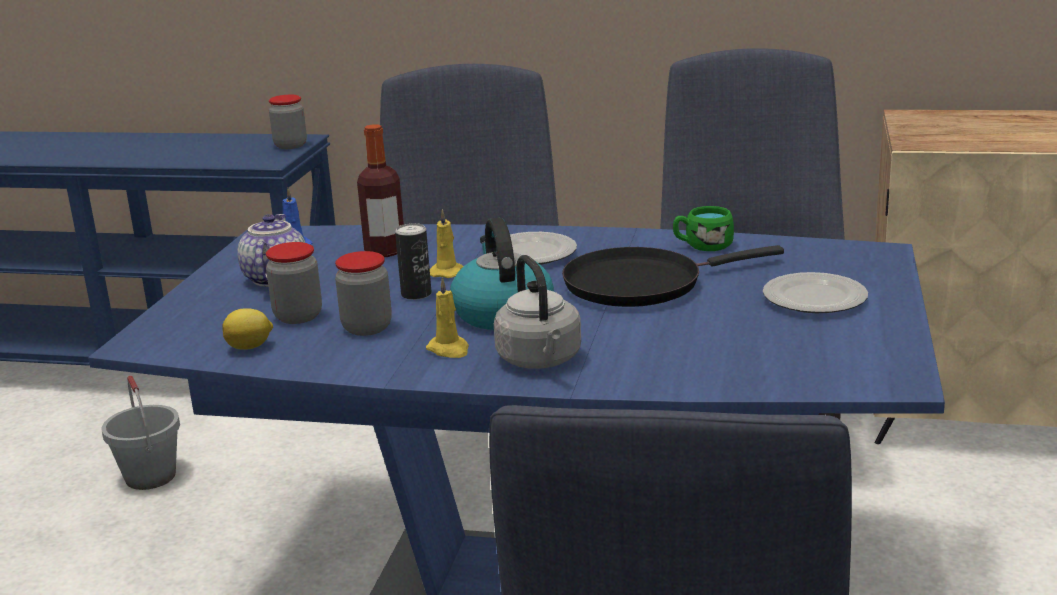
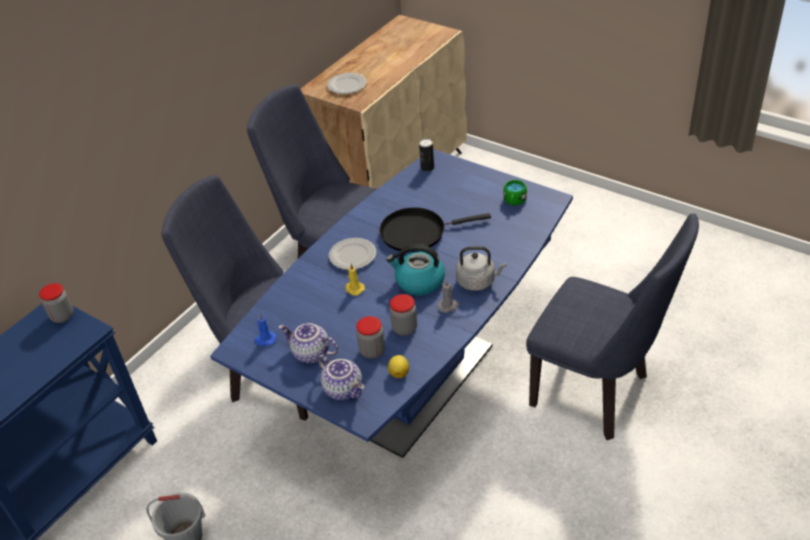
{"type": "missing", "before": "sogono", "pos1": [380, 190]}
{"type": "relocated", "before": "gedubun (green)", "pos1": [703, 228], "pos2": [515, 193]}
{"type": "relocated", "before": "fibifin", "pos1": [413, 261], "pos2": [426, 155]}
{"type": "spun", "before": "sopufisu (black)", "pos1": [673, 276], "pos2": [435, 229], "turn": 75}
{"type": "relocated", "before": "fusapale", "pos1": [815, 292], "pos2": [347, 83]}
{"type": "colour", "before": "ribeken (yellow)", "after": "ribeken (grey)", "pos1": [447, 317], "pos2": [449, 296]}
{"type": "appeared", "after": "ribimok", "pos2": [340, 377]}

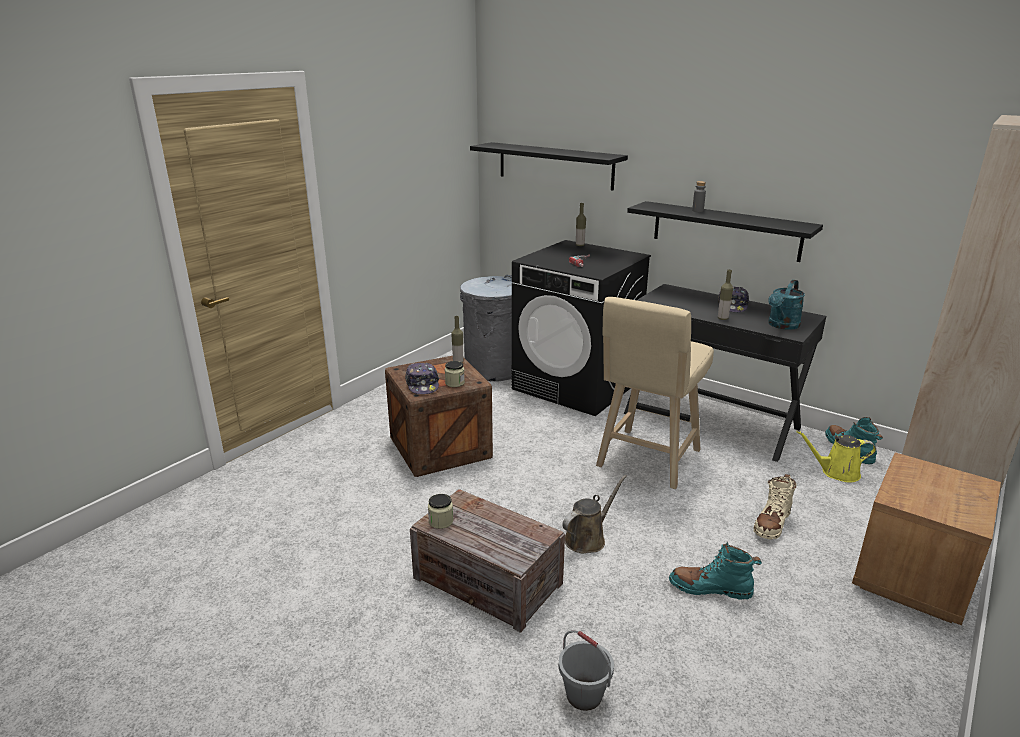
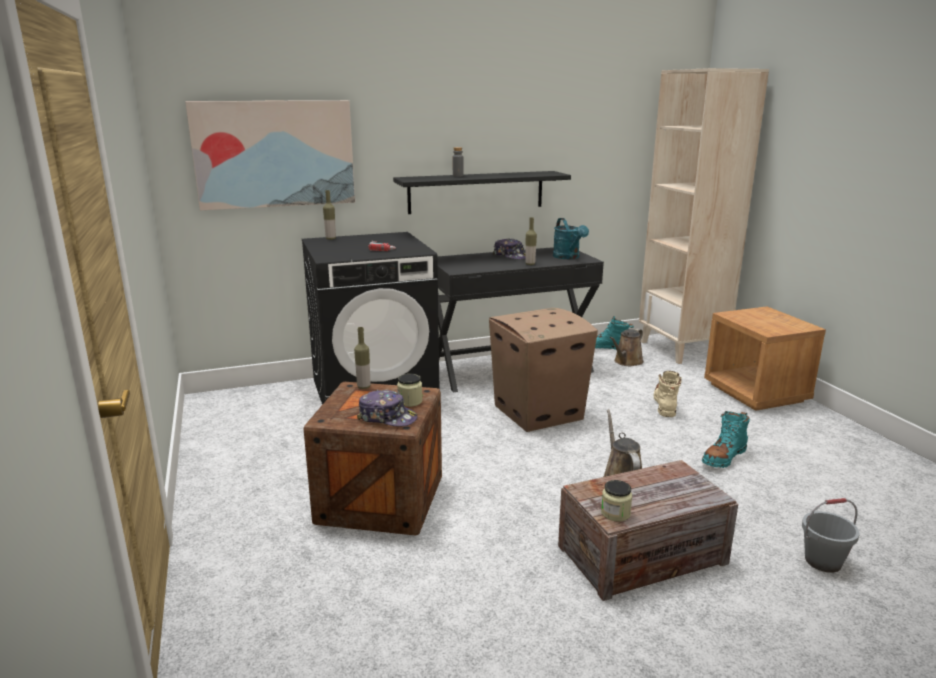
{"type": "exchanged", "before": "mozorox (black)", "after": "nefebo", "pos1": [549, 166], "pos2": [270, 155]}
{"type": "missing", "before": "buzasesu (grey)", "pos1": [486, 328]}
{"type": "exchanged", "before": "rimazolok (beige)", "after": "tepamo", "pos1": [655, 393], "pos2": [543, 370]}
{"type": "colour", "before": "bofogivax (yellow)", "after": "bofogivax (brown)", "pos1": [836, 456], "pos2": [627, 347]}
{"type": "spun", "before": "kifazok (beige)", "pos1": [775, 507], "pos2": [667, 394], "turn": -150}

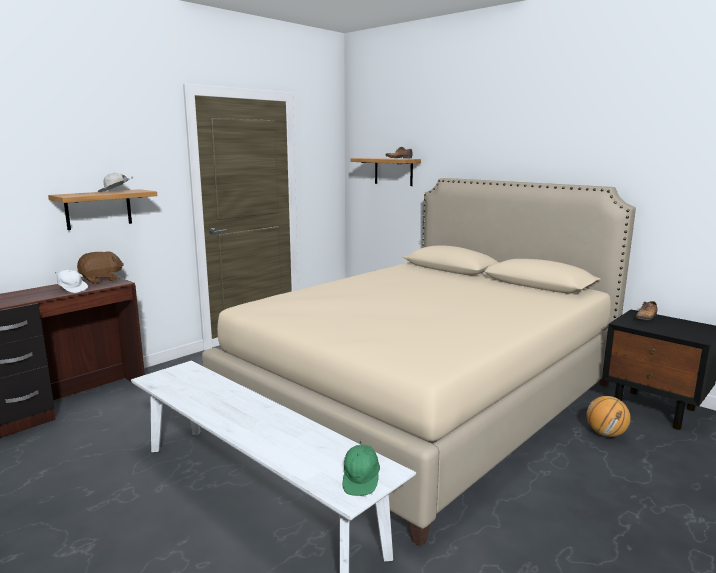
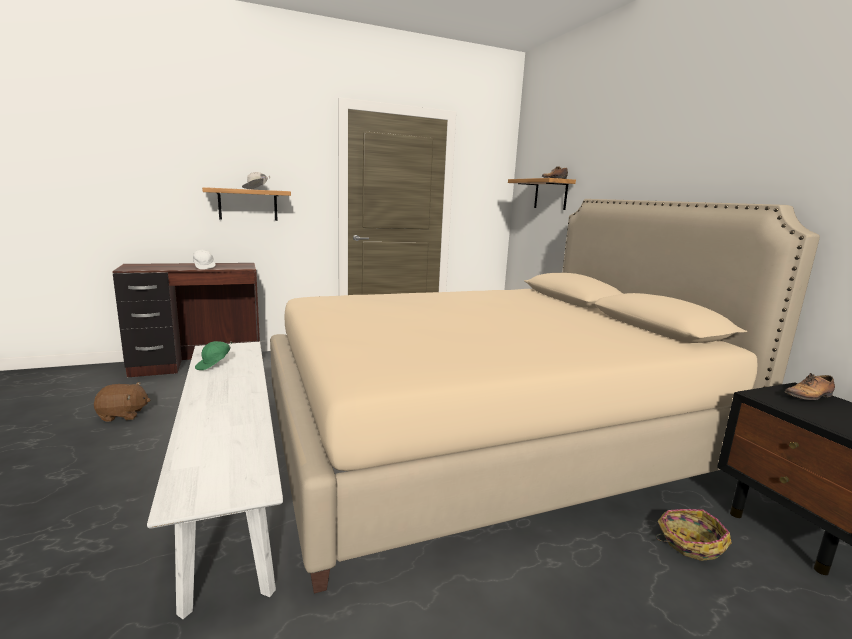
{"type": "relocated", "before": "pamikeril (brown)", "pos1": [100, 267], "pos2": [122, 402]}
{"type": "exchanged", "before": "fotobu", "after": "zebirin", "pos1": [609, 416], "pos2": [694, 535]}
{"type": "relocated", "before": "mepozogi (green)", "pos1": [361, 468], "pos2": [213, 355]}

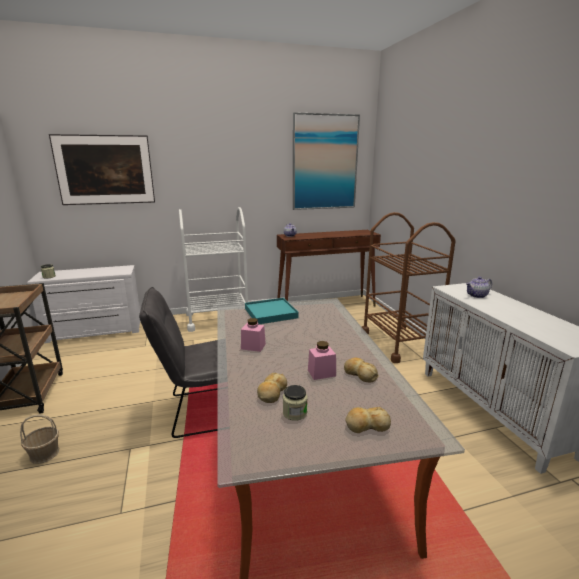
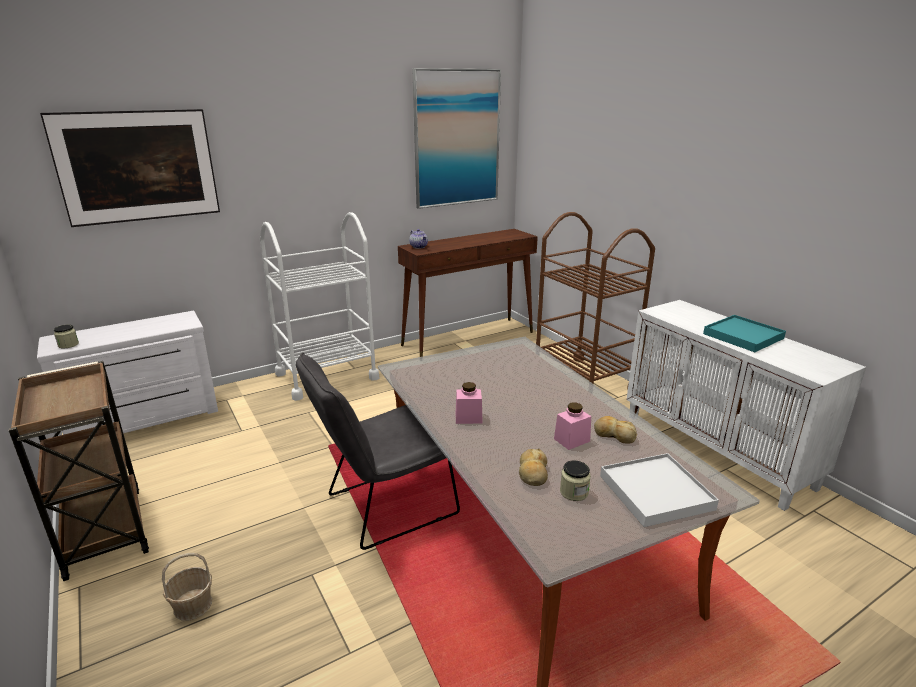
{"type": "missing", "before": "ribimok", "pos1": [479, 287]}
{"type": "relocated", "before": "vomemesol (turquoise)", "pos1": [272, 311], "pos2": [744, 333]}
{"type": "exchanged", "before": "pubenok", "after": "vomemesol (white)", "pos1": [368, 420], "pos2": [659, 490]}

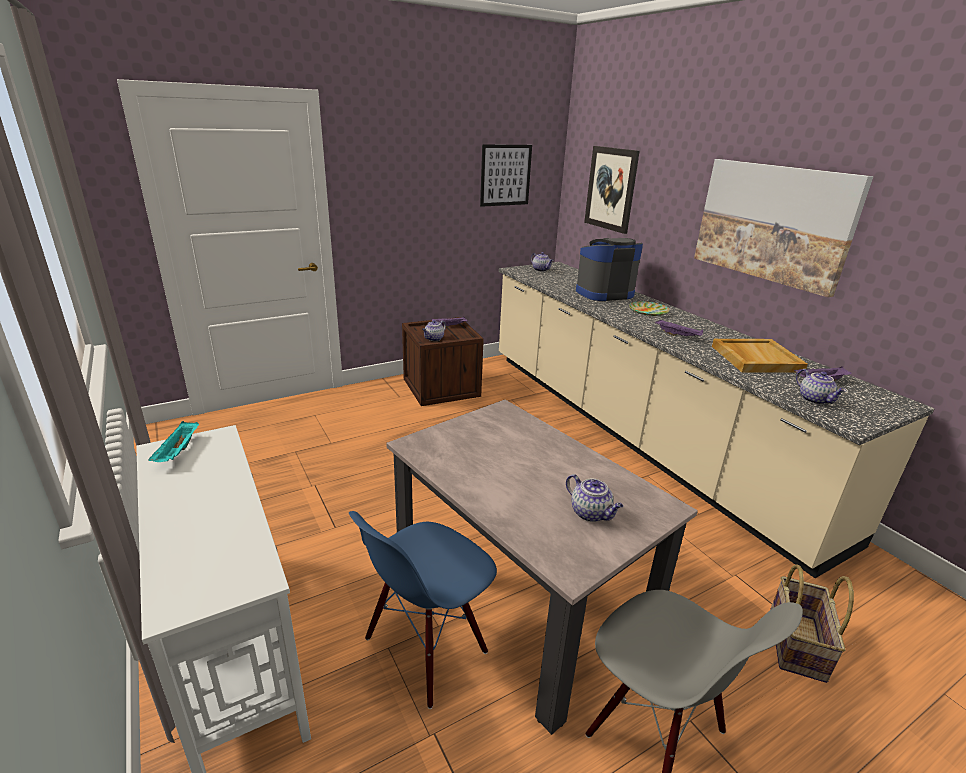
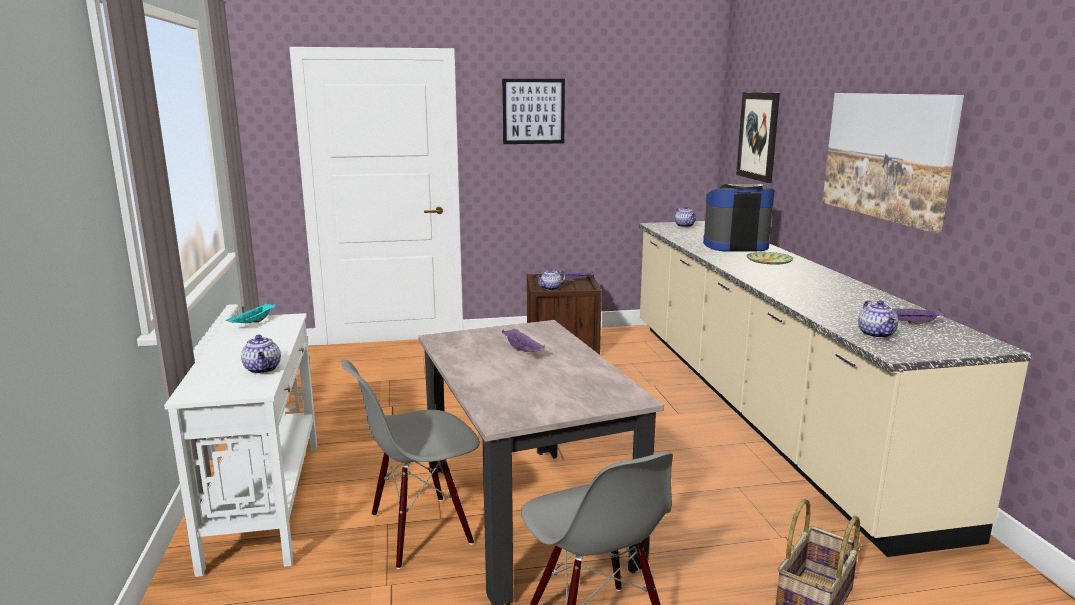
{"type": "relocated", "before": "nefebo", "pos1": [506, 175], "pos2": [533, 111]}
{"type": "relocated", "before": "vomemesol (purple)", "pos1": [679, 328], "pos2": [523, 340]}
{"type": "missing", "before": "vomemesol (beige)", "pos1": [760, 355]}
{"type": "relocated", "before": "ribimok", "pos1": [594, 498], "pos2": [261, 354]}
{"type": "colour", "before": "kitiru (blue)", "after": "kitiru (grey)", "pos1": [423, 610], "pos2": [410, 464]}

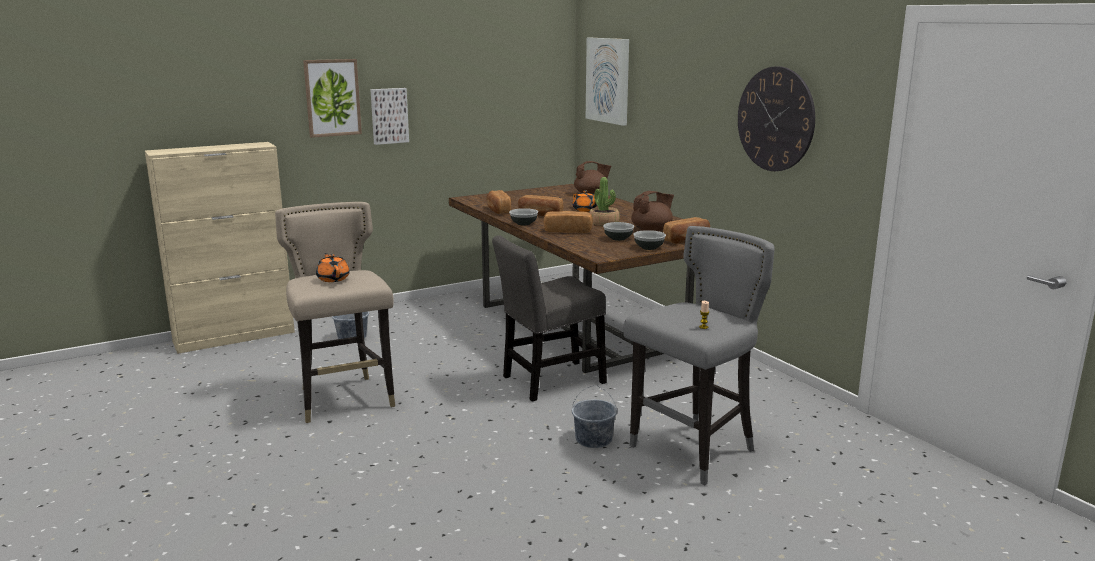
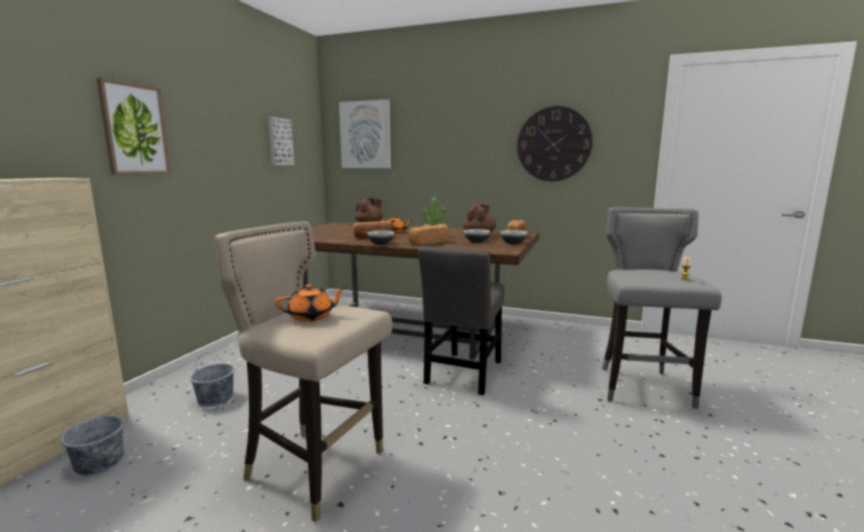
{"type": "relocated", "before": "nefebo", "pos1": [389, 116], "pos2": [281, 141]}
{"type": "missing", "before": "pubenok", "pos1": [499, 202]}
{"type": "spun", "before": "ribimok (orange)", "pos1": [333, 267], "pos2": [311, 303], "turn": 135}
{"type": "relocated", "before": "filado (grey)", "pos1": [594, 416], "pos2": [92, 438]}

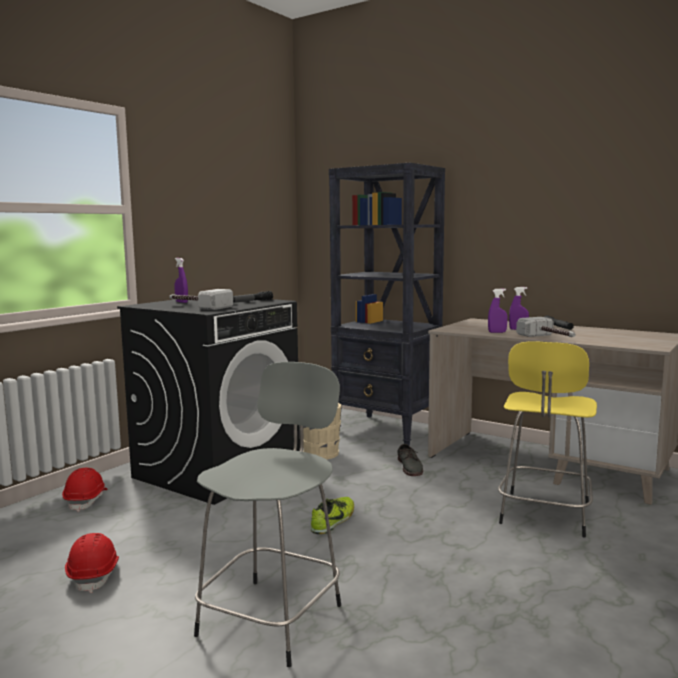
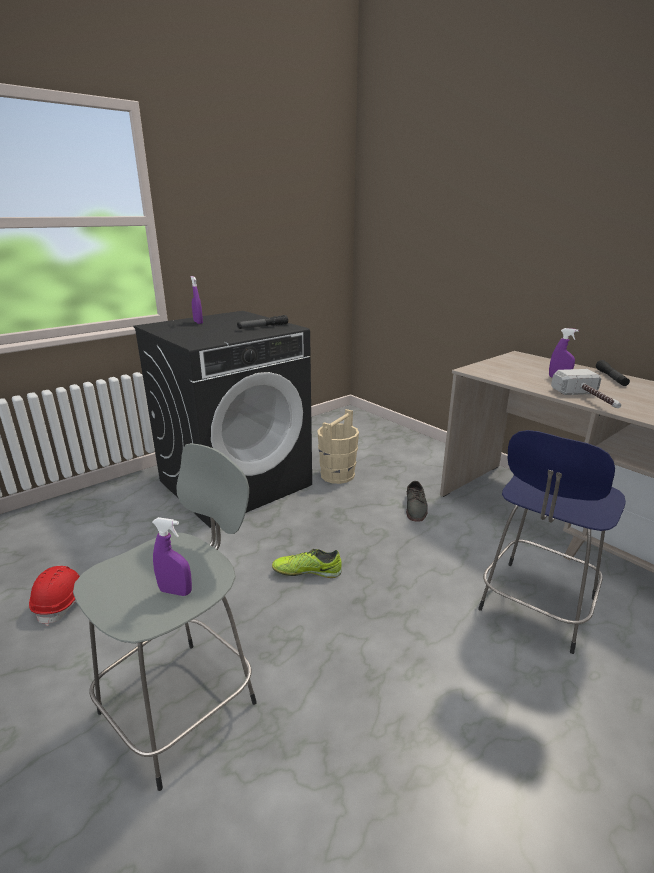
{"type": "missing", "before": "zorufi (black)", "pos1": [387, 304]}
{"type": "missing", "before": "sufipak", "pos1": [201, 299]}
{"type": "relocated", "before": "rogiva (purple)", "pos1": [498, 311], "pos2": [172, 556]}
{"type": "colour", "before": "rimazolok (yellow)", "after": "rimazolok (blue)", "pos1": [547, 439], "pos2": [552, 542]}
{"type": "missing", "before": "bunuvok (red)", "pos1": [84, 490]}
{"type": "spun", "before": "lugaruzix", "pos1": [332, 515], "pos2": [307, 563], "turn": -135}

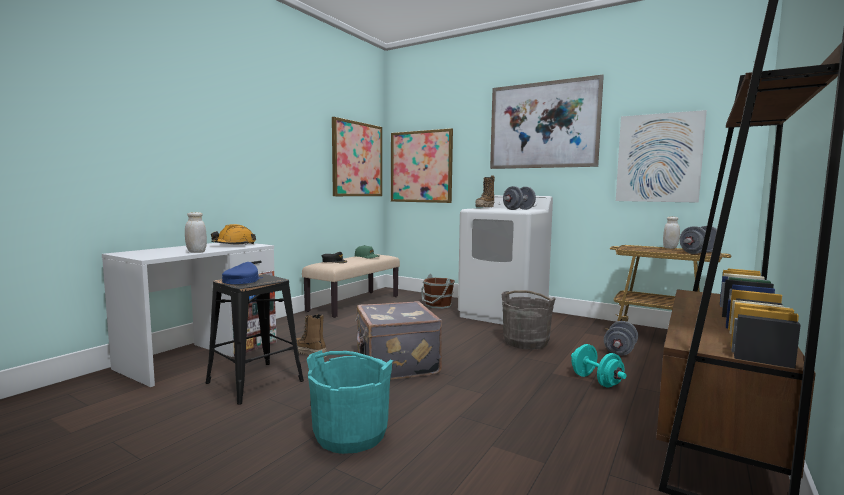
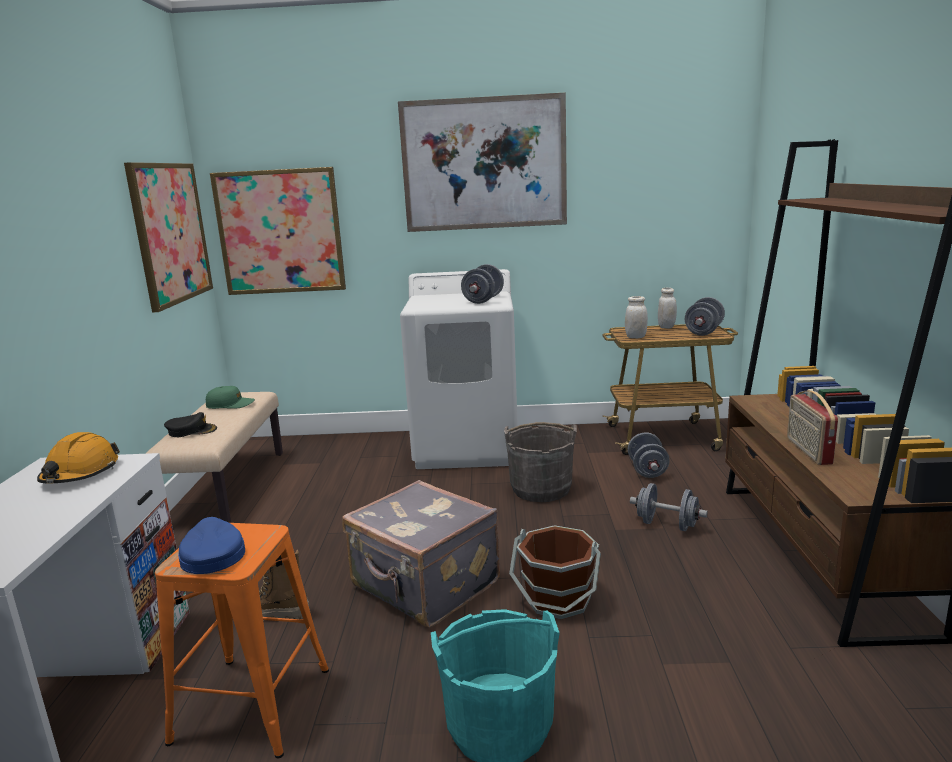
{"type": "missing", "before": "nefebo", "pos1": [661, 156]}
{"type": "missing", "before": "kifazok", "pos1": [485, 191]}
{"type": "relocated", "before": "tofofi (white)", "pos1": [196, 232], "pos2": [636, 317]}
{"type": "colour", "before": "rimazolok (black)", "after": "rimazolok (orange)", "pos1": [255, 339], "pos2": [242, 640]}
{"type": "relocated", "before": "filado (brown)", "pos1": [438, 291], "pos2": [555, 572]}
{"type": "colour", "before": "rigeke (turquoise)", "after": "rigeke (grey)", "pos1": [599, 366], "pos2": [669, 507]}
{"type": "appeared", "after": "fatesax", "pos2": [812, 427]}

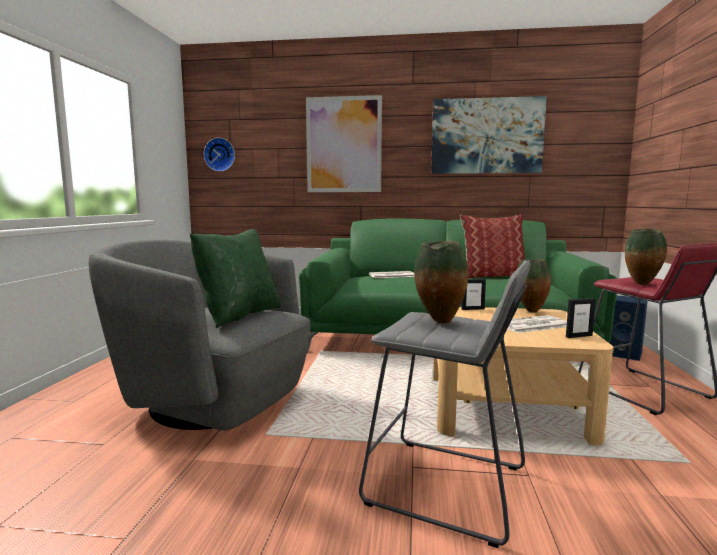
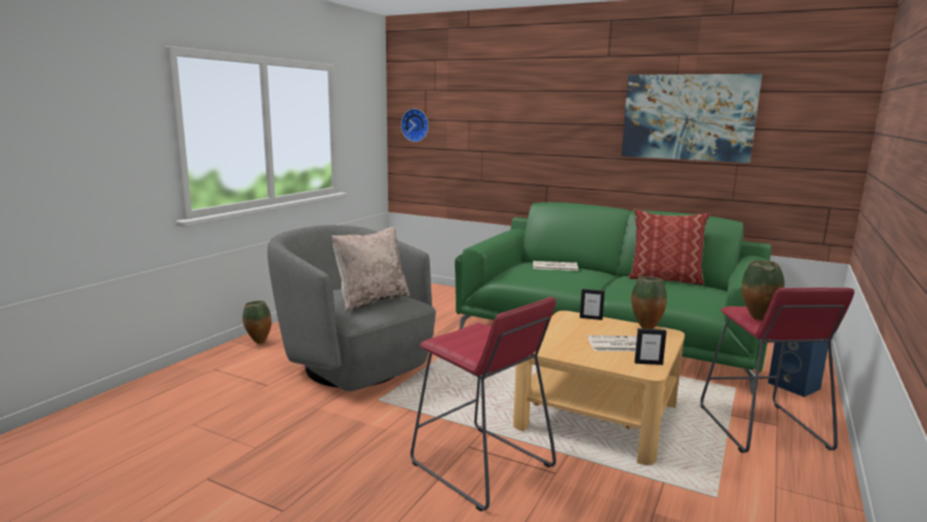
{"type": "missing", "before": "nefebo", "pos1": [344, 143]}
{"type": "colour", "before": "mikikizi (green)", "after": "mikikizi (beige)", "pos1": [235, 278], "pos2": [371, 269]}
{"type": "relocated", "before": "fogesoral", "pos1": [441, 282], "pos2": [257, 322]}
{"type": "colour", "before": "rimazolok (grey)", "after": "rimazolok (red)", "pos1": [445, 404], "pos2": [483, 404]}

